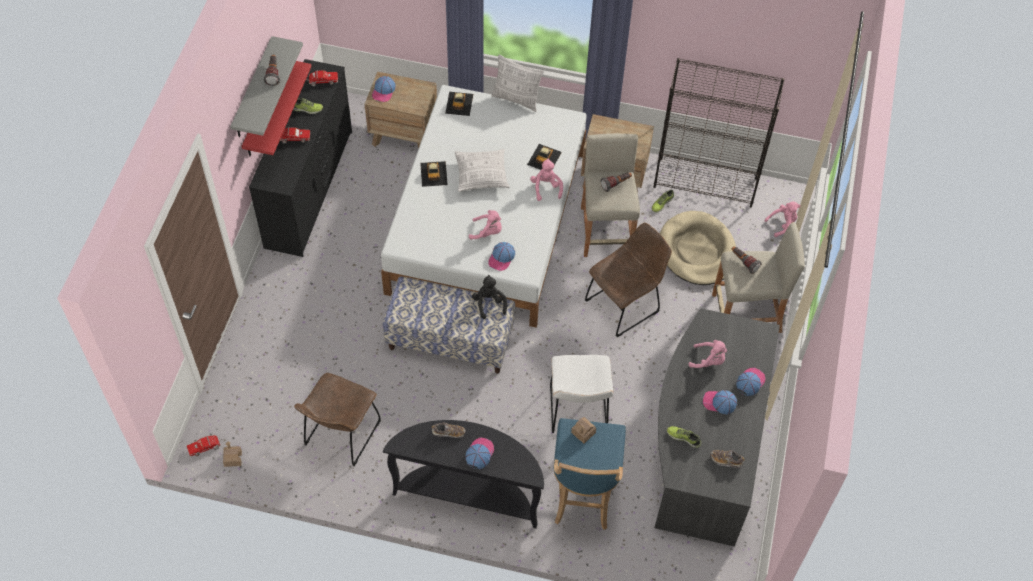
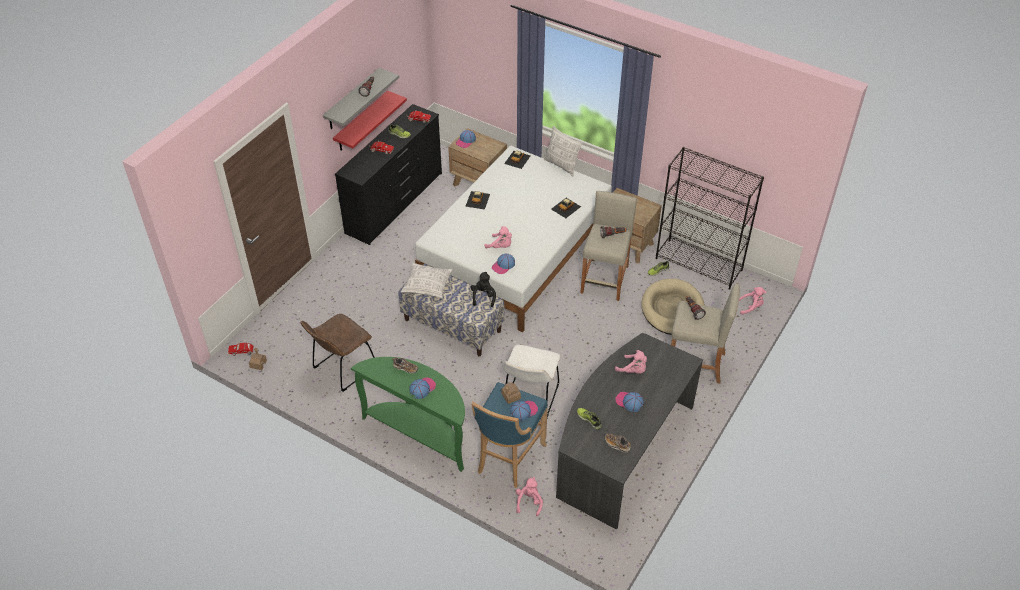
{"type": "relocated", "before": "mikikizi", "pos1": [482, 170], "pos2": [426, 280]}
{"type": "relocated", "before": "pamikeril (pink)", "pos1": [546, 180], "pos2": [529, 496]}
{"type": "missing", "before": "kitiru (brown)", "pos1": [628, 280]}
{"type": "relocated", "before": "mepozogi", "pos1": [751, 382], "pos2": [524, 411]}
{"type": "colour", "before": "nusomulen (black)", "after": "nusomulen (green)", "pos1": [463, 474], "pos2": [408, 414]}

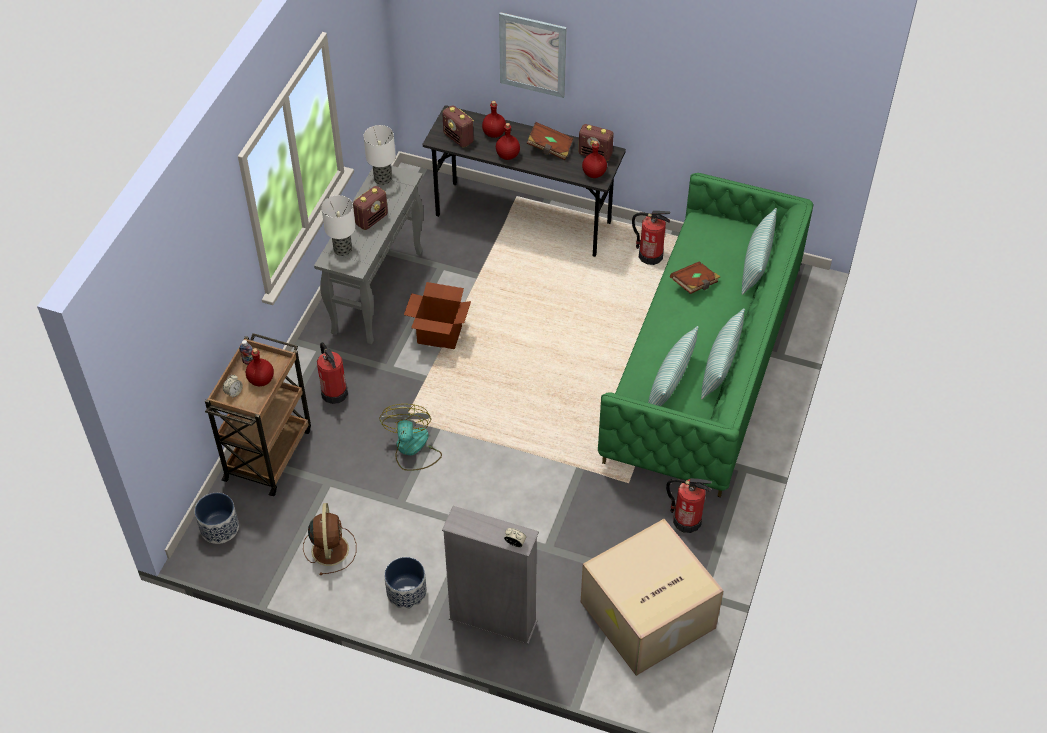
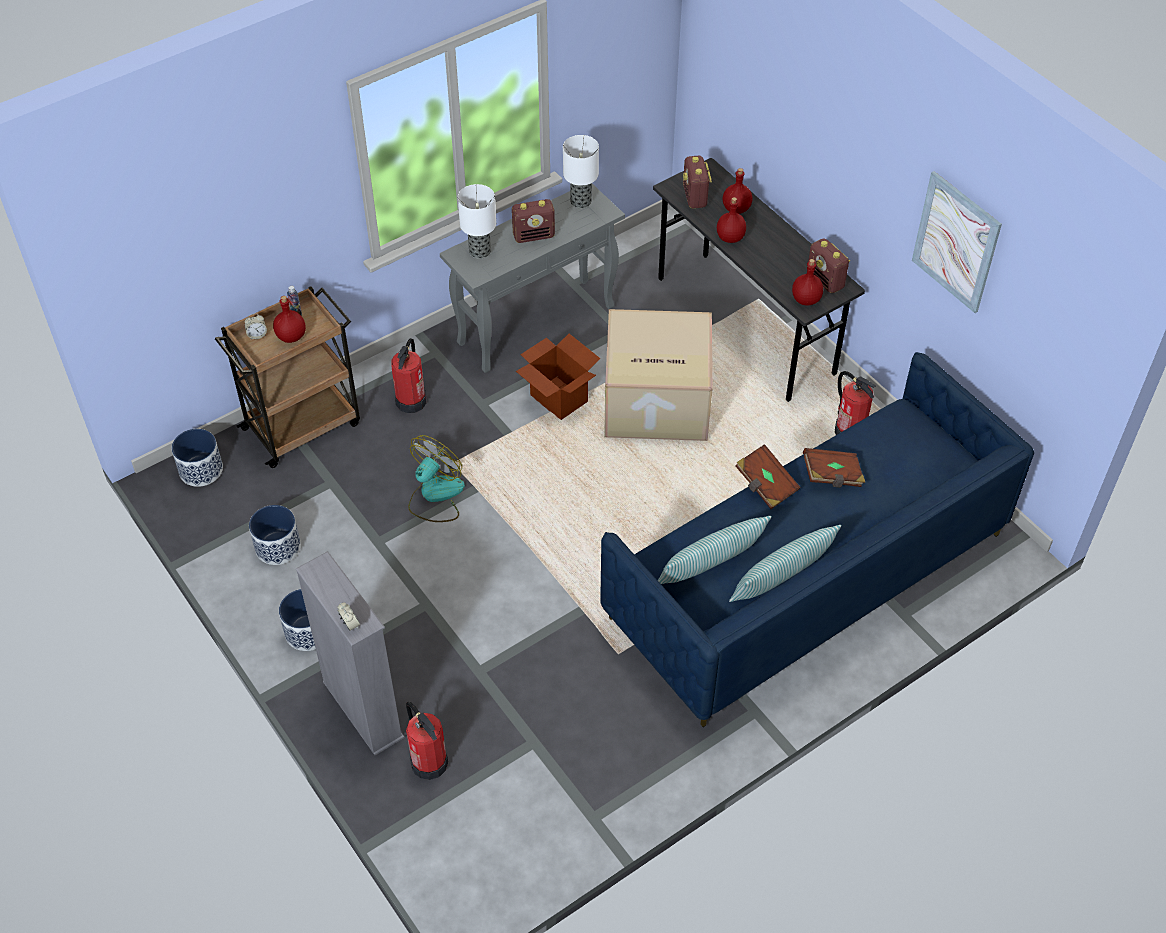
{"type": "relocated", "before": "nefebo", "pos1": [532, 55], "pos2": [957, 242]}
{"type": "relocated", "before": "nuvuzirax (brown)", "pos1": [550, 141], "pos2": [768, 476]}
{"type": "colour", "before": "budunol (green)", "after": "budunol (blue)", "pos1": [705, 335], "pos2": [817, 539]}
{"type": "missing", "before": "mikikizi", "pos1": [759, 251]}
{"type": "relocated", "before": "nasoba", "pos1": [689, 505], "pos2": [427, 741]}
{"type": "exchanged", "before": "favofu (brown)", "after": "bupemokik", "pos1": [330, 539], "pos2": [275, 535]}
{"type": "relocated", "before": "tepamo", "pos1": [652, 597], "pos2": [658, 375]}

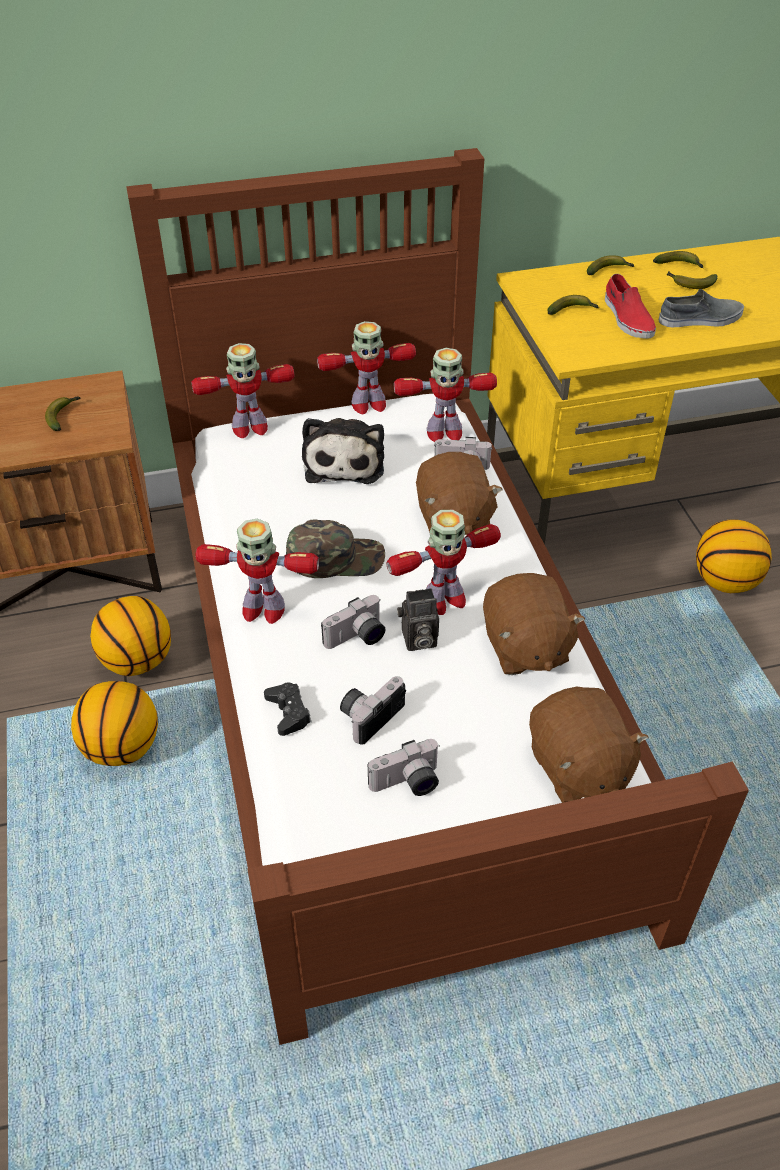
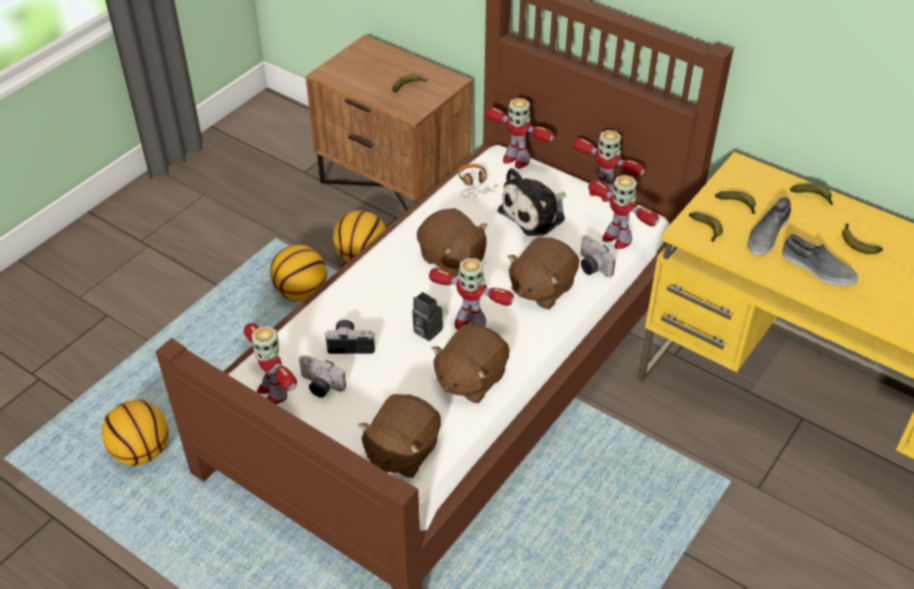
{"type": "relocated", "before": "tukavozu", "pos1": [678, 259], "pos2": [706, 227]}
{"type": "colour", "before": "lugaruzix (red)", "after": "lugaruzix (grey)", "pos1": [630, 306], "pos2": [769, 226]}
{"type": "relocated", "before": "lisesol", "pos1": [257, 571], "pos2": [270, 363]}
{"type": "relocated", "before": "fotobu", "pos1": [734, 556], "pos2": [135, 433]}
{"type": "exchanged", "before": "mepozogi (green)", "after": "pamikeril (brown)", "pos1": [335, 549], "pos2": [452, 242]}
{"type": "missing", "before": "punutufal", "pos1": [353, 622]}
{"type": "missing", "before": "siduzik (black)", "pos1": [288, 709]}
{"type": "appeared", "after": "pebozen", "pos2": [478, 180]}

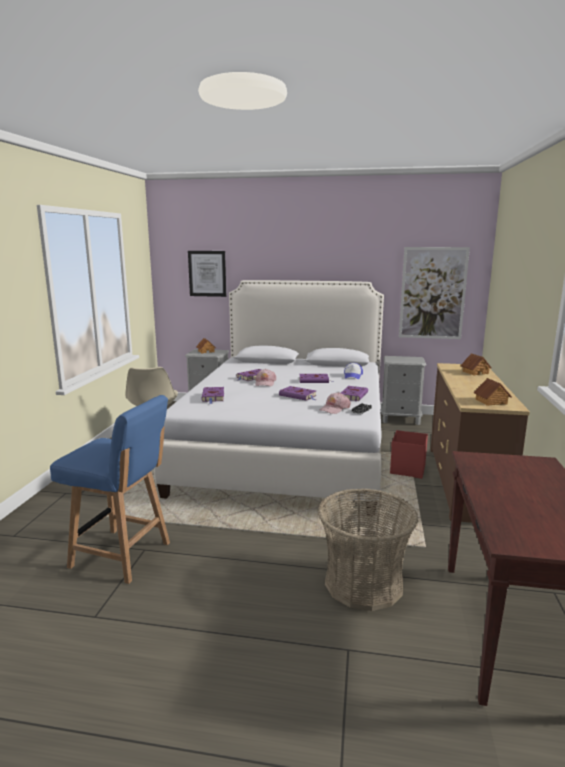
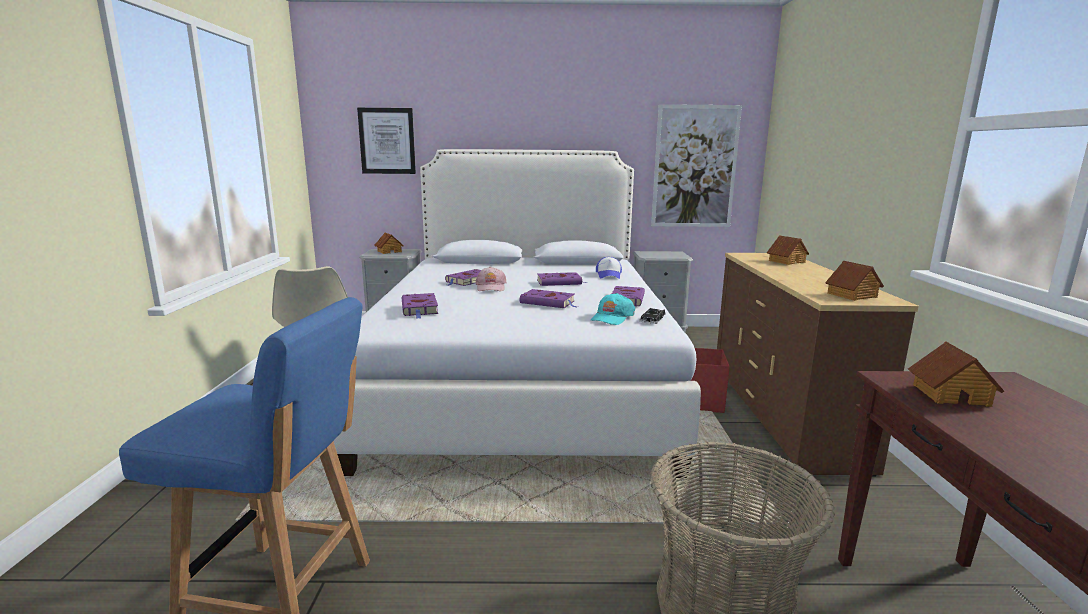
{"type": "colour", "before": "mepozogi (pink)", "after": "mepozogi (turquoise)", "pos1": [335, 403], "pos2": [613, 309]}
{"type": "appeared", "after": "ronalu", "pos2": [956, 374]}

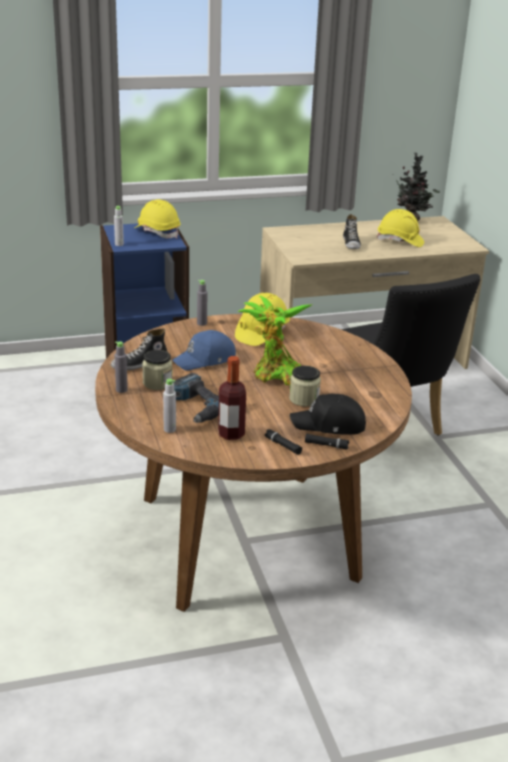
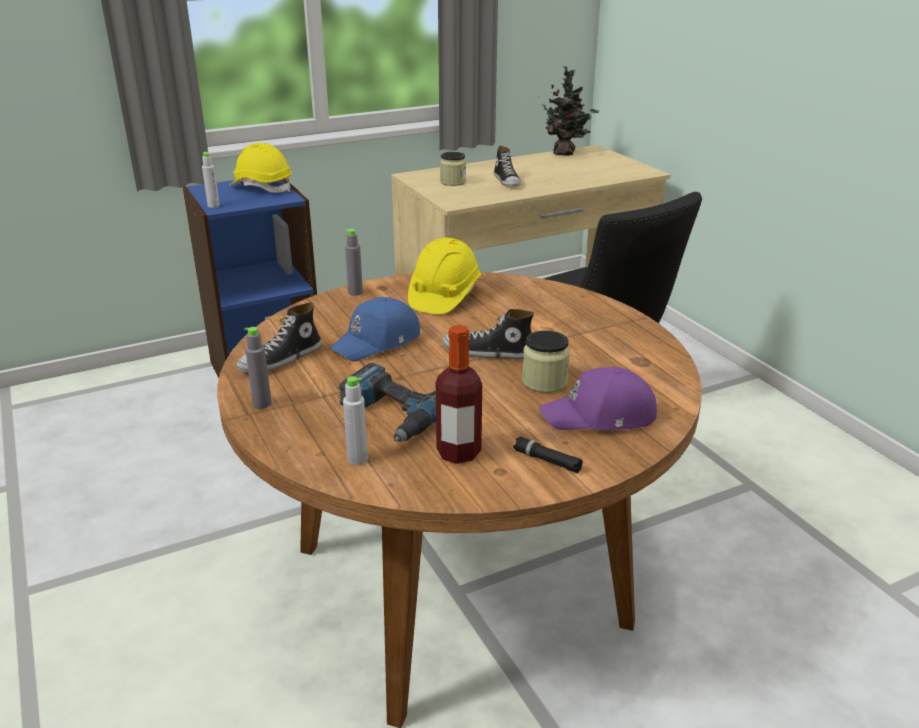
{"type": "missing", "before": "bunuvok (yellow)", "pos1": [400, 228]}
{"type": "exchanged", "before": "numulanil", "after": "lugaruzix", "pos1": [275, 340], "pos2": [488, 334]}
{"type": "relocated", "before": "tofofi", "pos1": [157, 370], "pos2": [453, 169]}
{"type": "colour", "before": "mepozogi (black)", "after": "mepozogi (purple)", "pos1": [328, 414], "pos2": [598, 398]}
{"type": "missing", "before": "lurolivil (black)", "pos1": [327, 442]}

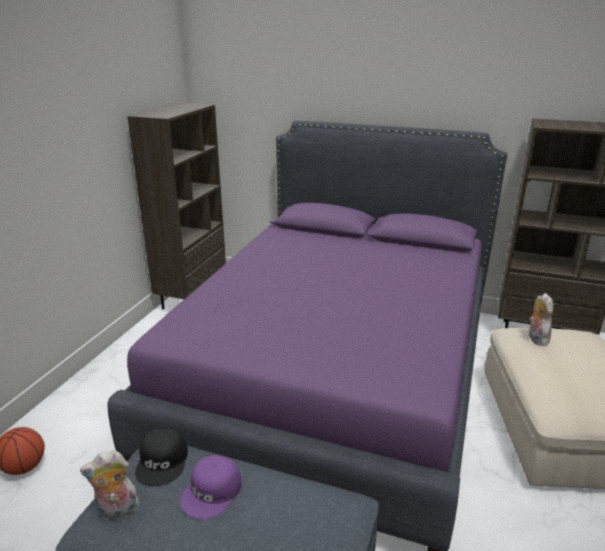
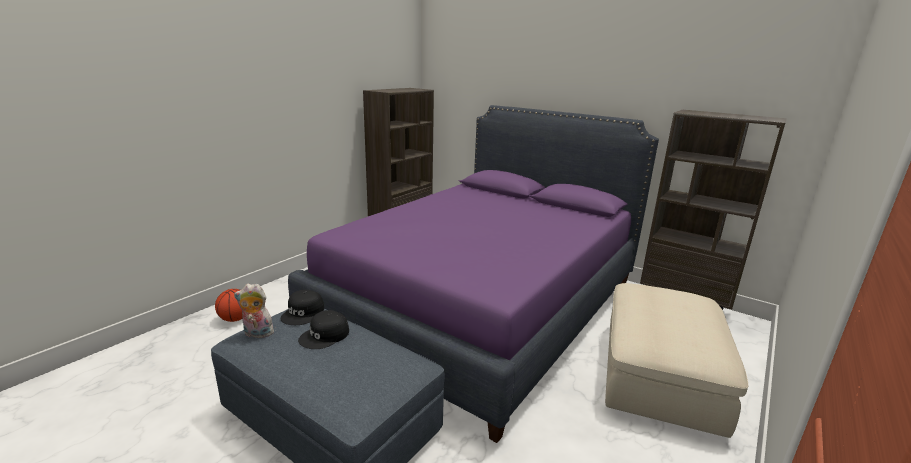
{"type": "missing", "before": "pamikeril", "pos1": [541, 319]}
{"type": "colour", "before": "mepozogi (purple)", "after": "mepozogi (black)", "pos1": [211, 487], "pos2": [323, 329]}

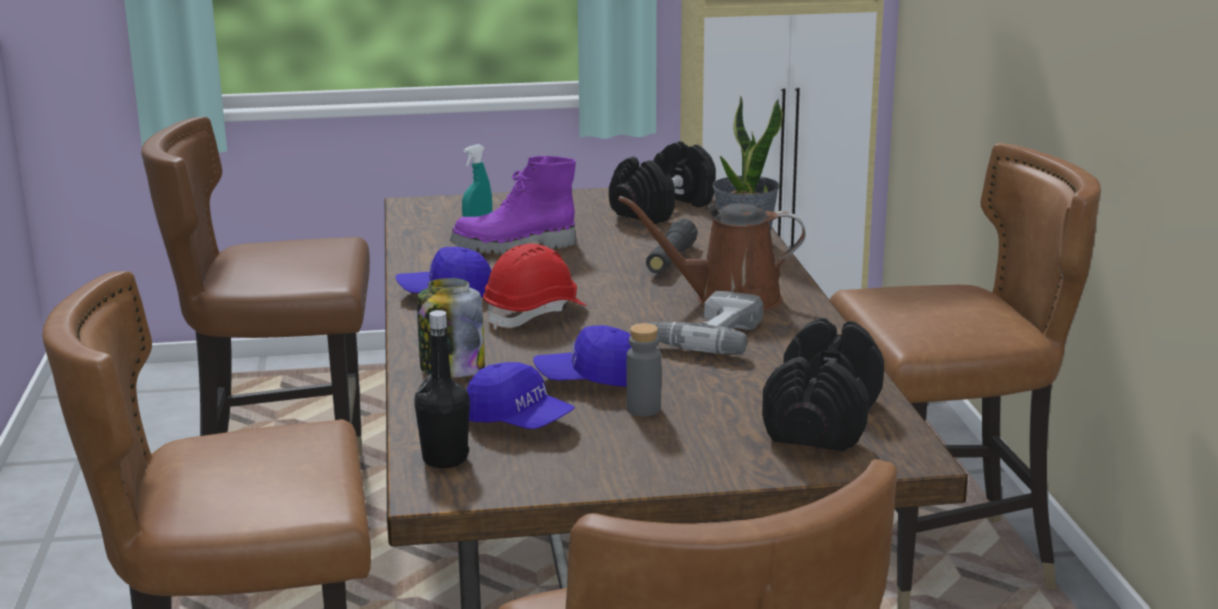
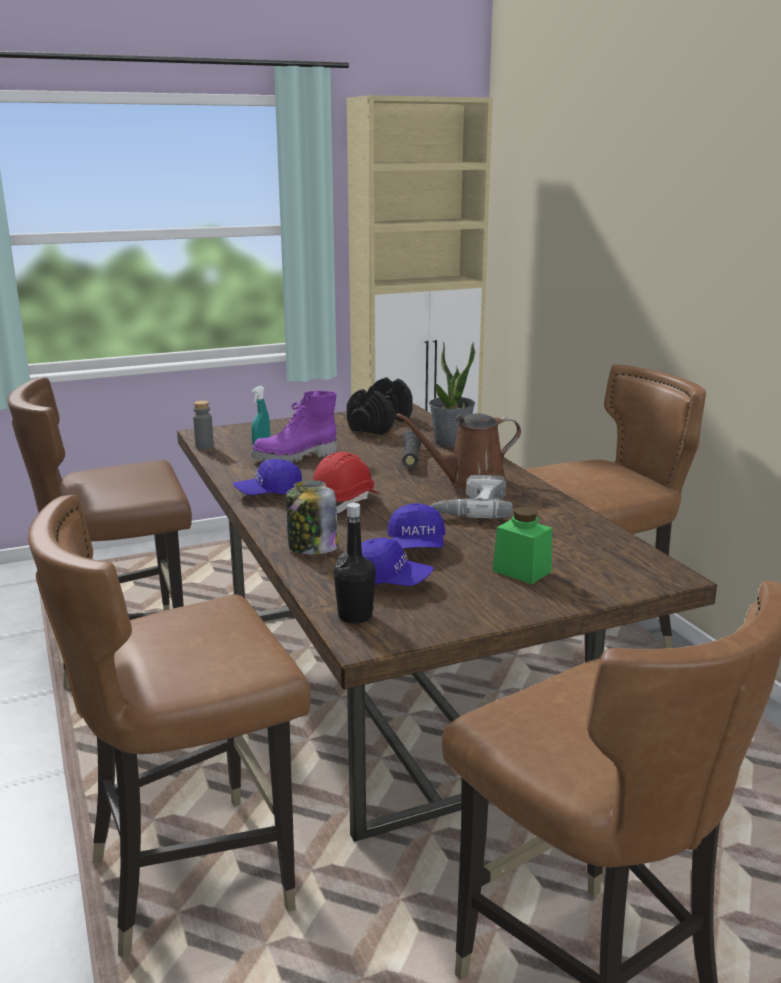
{"type": "missing", "before": "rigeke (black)", "pos1": [823, 384]}
{"type": "relocated", "before": "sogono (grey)", "pos1": [644, 369], "pos2": [203, 425]}
{"type": "spun", "before": "mepozogi (blue)", "pos1": [582, 356], "pos2": [416, 526], "turn": -75}
{"type": "appeared", "after": "tofofi (green)", "pos2": [522, 545]}

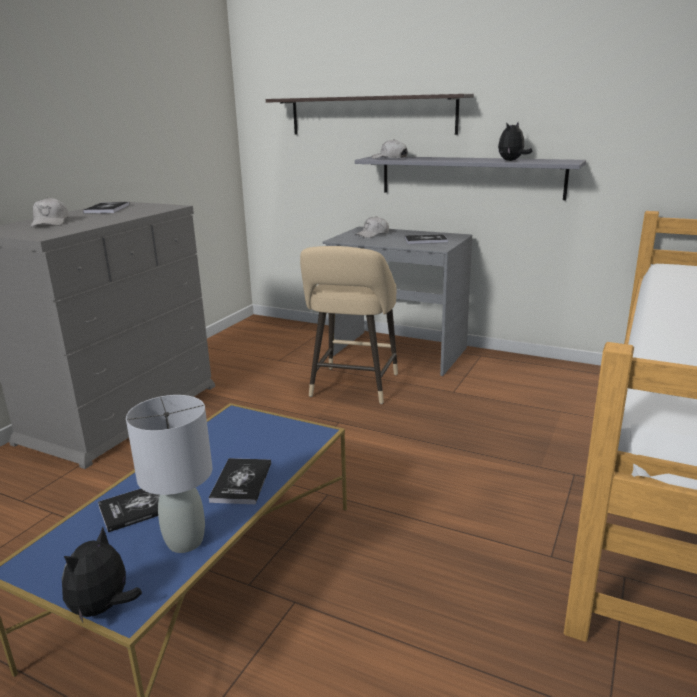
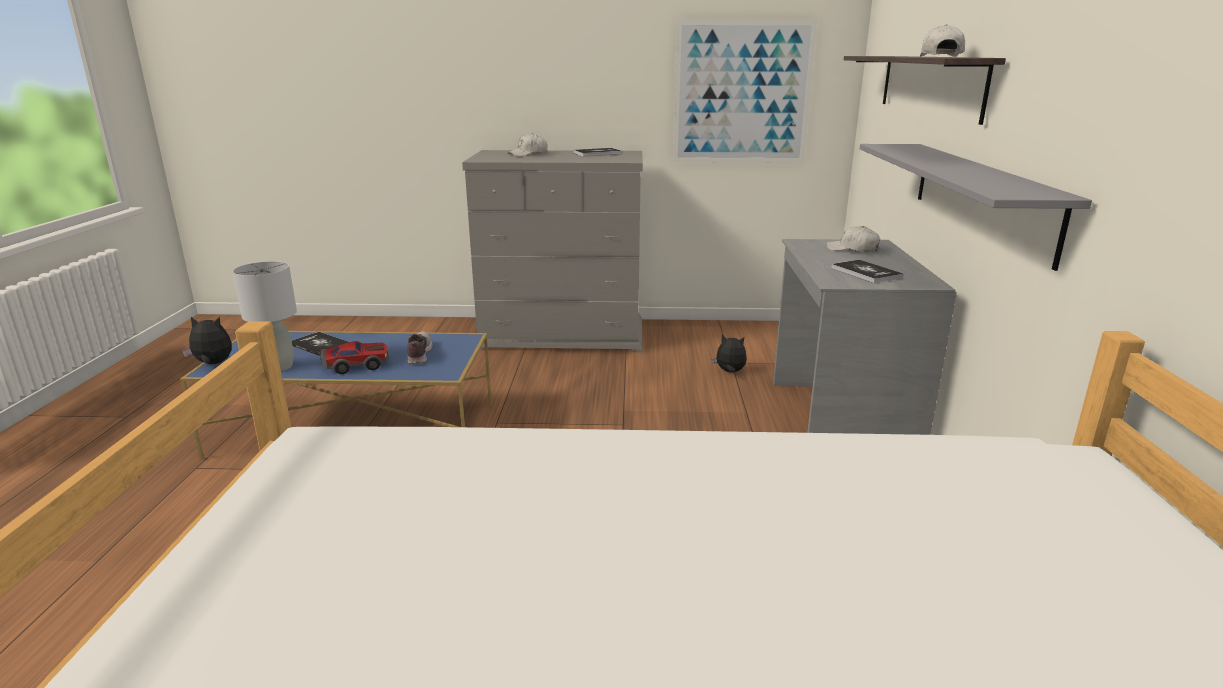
{"type": "relocated", "before": "pamikeril", "pos1": [515, 141], "pos2": [729, 353]}
{"type": "relocated", "before": "mepozogi (white)", "pos1": [390, 149], "pos2": [942, 40]}
{"type": "missing", "before": "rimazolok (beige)", "pos1": [349, 325]}
{"type": "exchanged", "before": "nuvuzirax", "after": "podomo", "pos1": [240, 481], "pos2": [354, 357]}
{"type": "appeared", "after": "nefebo", "pos2": [745, 91]}
{"type": "appeared", "after": "lugaruzix", "pos2": [420, 347]}

